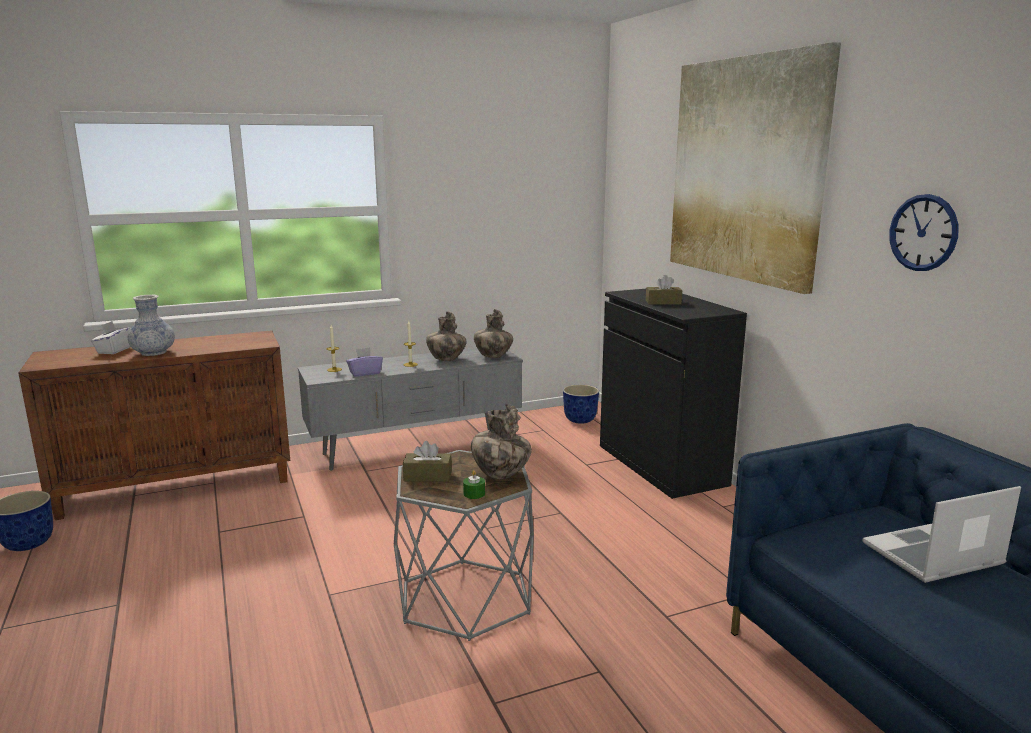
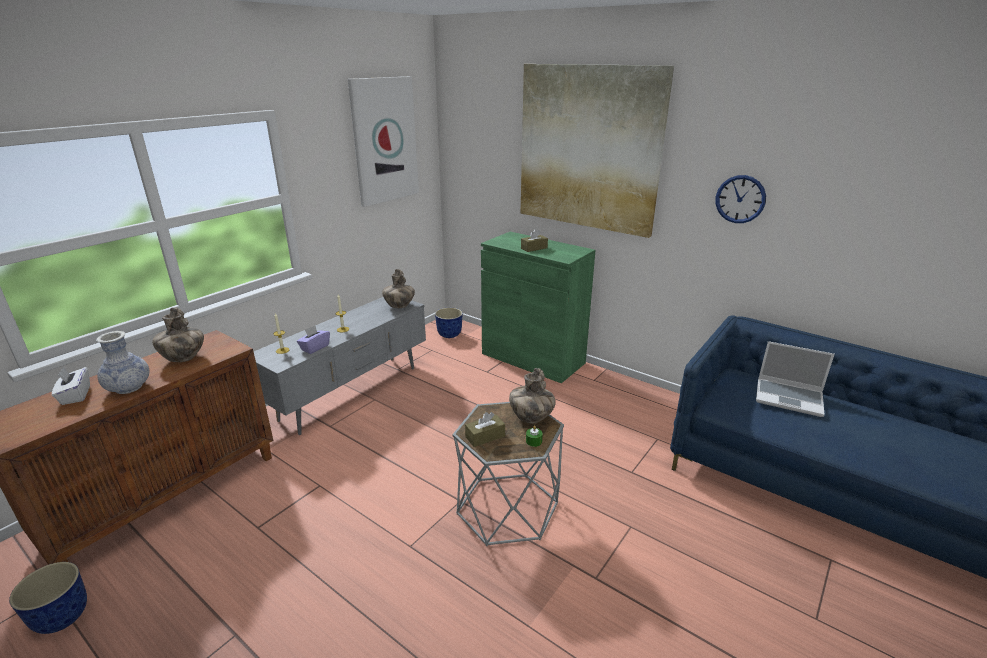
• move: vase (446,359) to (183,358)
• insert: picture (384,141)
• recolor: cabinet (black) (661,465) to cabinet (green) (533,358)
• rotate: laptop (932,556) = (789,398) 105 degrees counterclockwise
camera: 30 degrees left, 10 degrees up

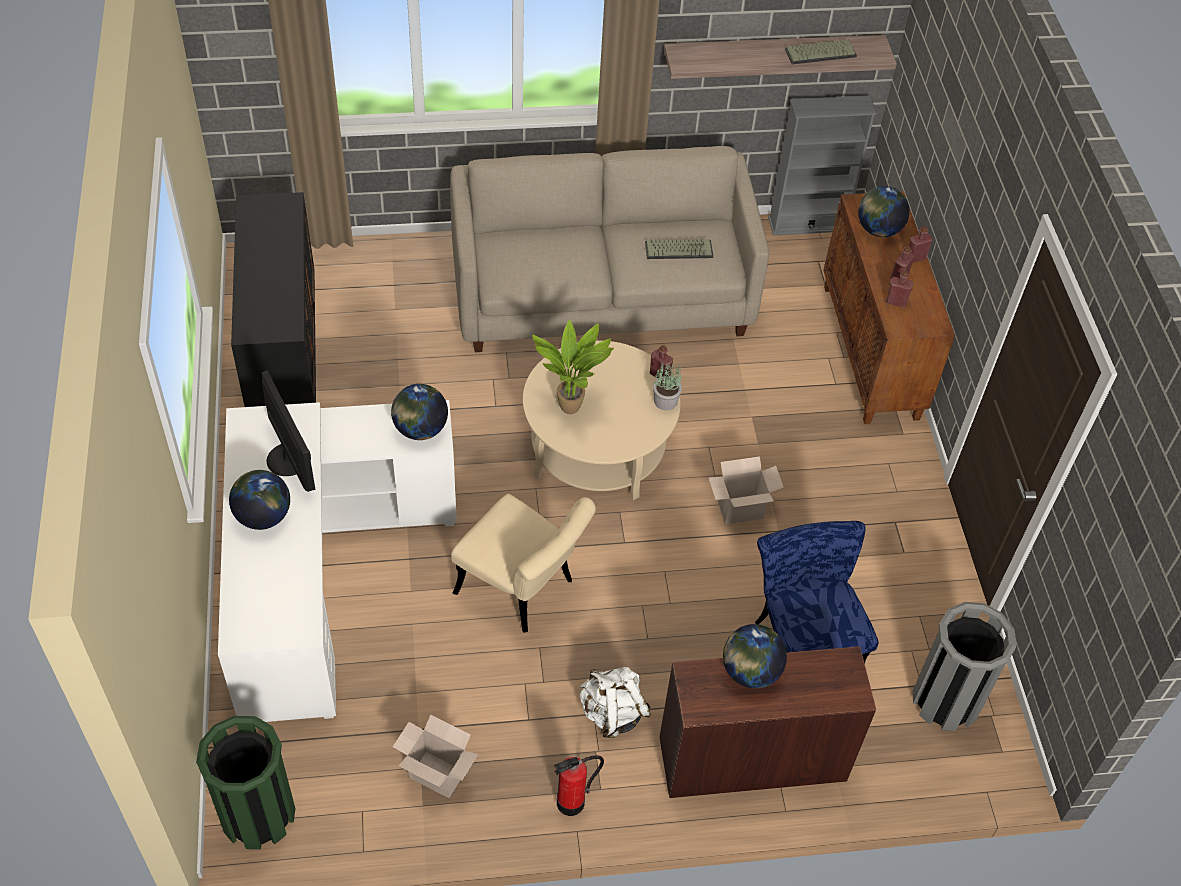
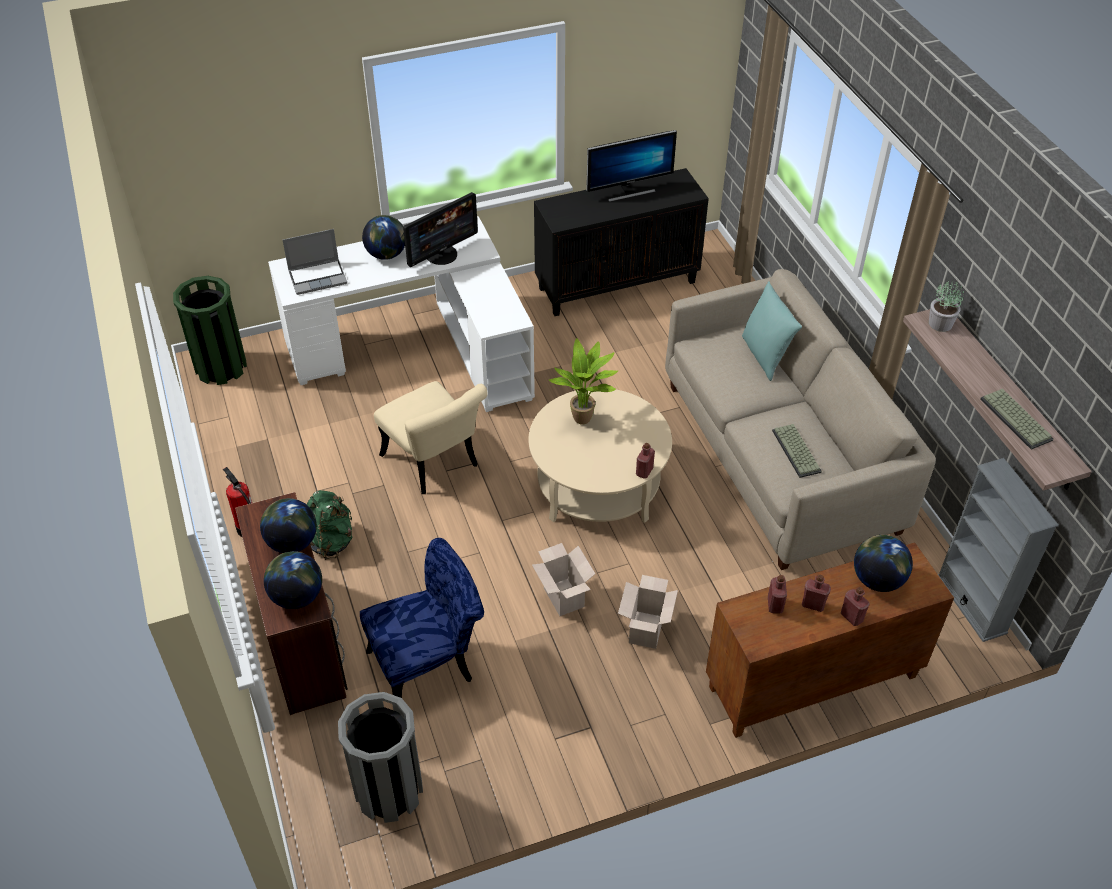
• move: globe (420,429) to (297,596)
• insert: laptop (318,277)
• recolor: backpack (white) (612,713) to backpack (green) (331,541)
• rotate: chair (beige) (523,590) = (435,465) 60 degrees counterclockwise
• insert: monitor (628,191)
• move: cardboard box (435,775) to (645,628)
• insert: pillow (turquoise) (765,356)
• move: potted plant (666,400) to (941,324)
camera: 80 degrees right, 5 degrees down

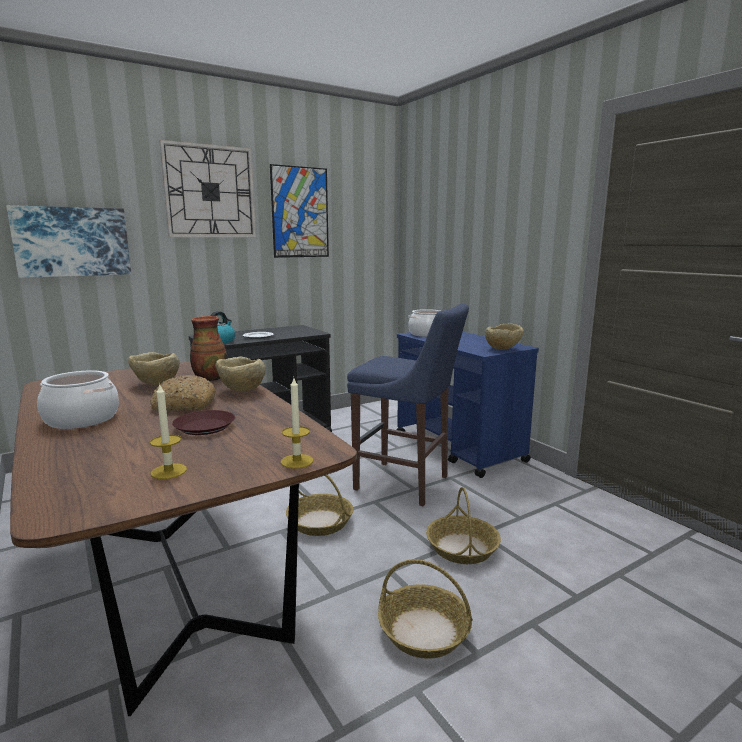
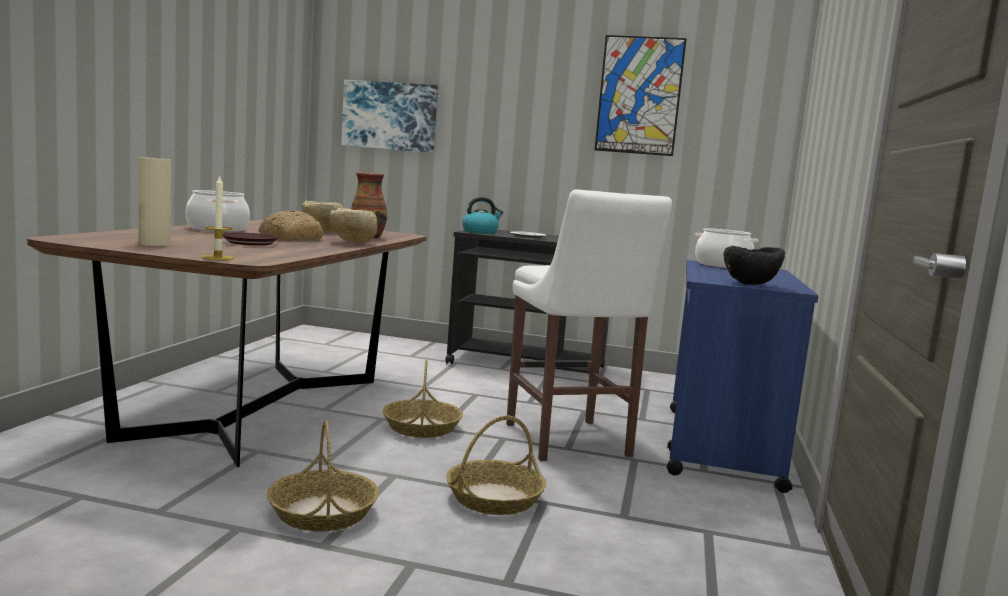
• replace: candle (169,471) to vase (beige) (154,244)
• recolor: stool (blue) (406,484) to stool (white) (569,442)
• recolor: bowl (beige) (503,349) to bowl (black) (750,285)
• delete: wall clock (210,192)
camera: 45 degrees right, 5 degrees down

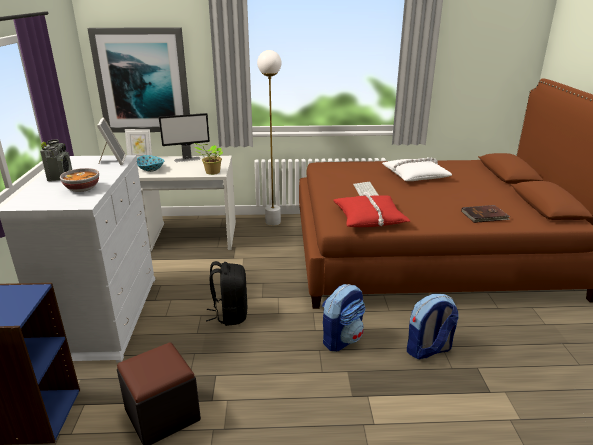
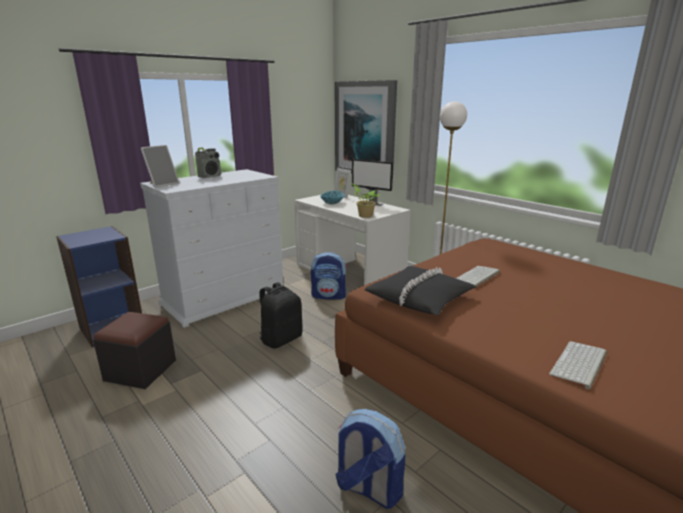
• move: picture frame (113,161) to (162,184)
• move: backpack (342,339) to (329,296)
• recolor: pillow (red) (369,218) to pillow (black) (420,298)
• replace: book (brown) (485,216) to keyboard (580,364)
• delete: bowl (82,189)
• delete: pillow (white) (414,175)
camera: 50 degrees right, 5 degrees down

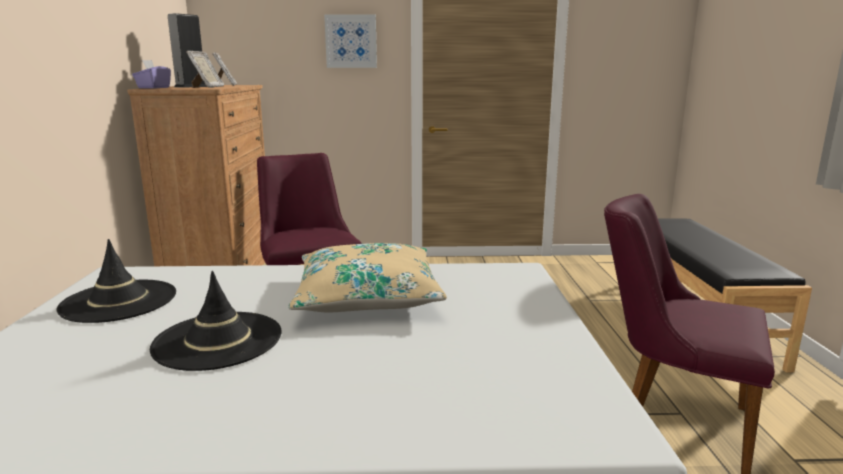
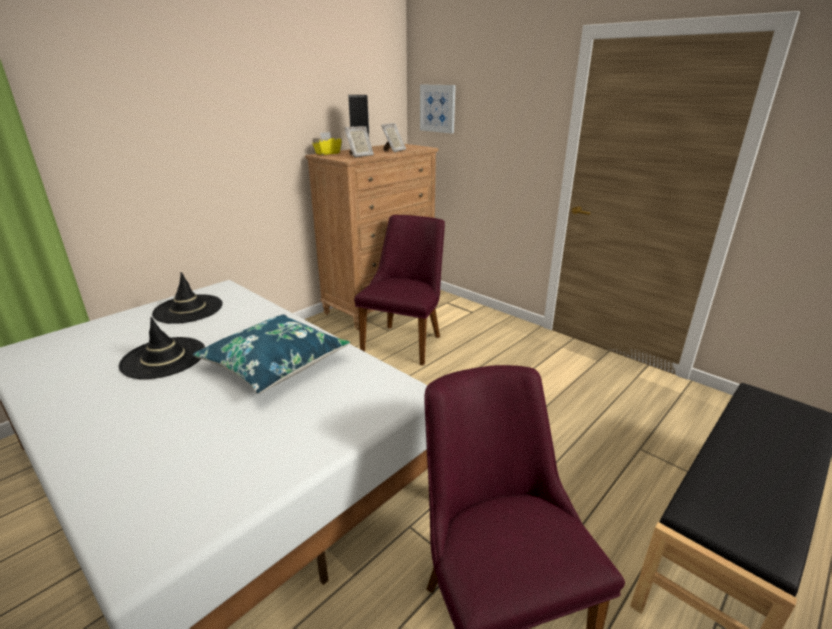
• recolor: pillow (beige) (367,296) to pillow (blue) (275,363)
• recolor: tissue box (purple) (153,88) to tissue box (yellow) (327,153)
• move: picture (351,41) to (438,108)
camera: 45 degrees right, 10 degrees up

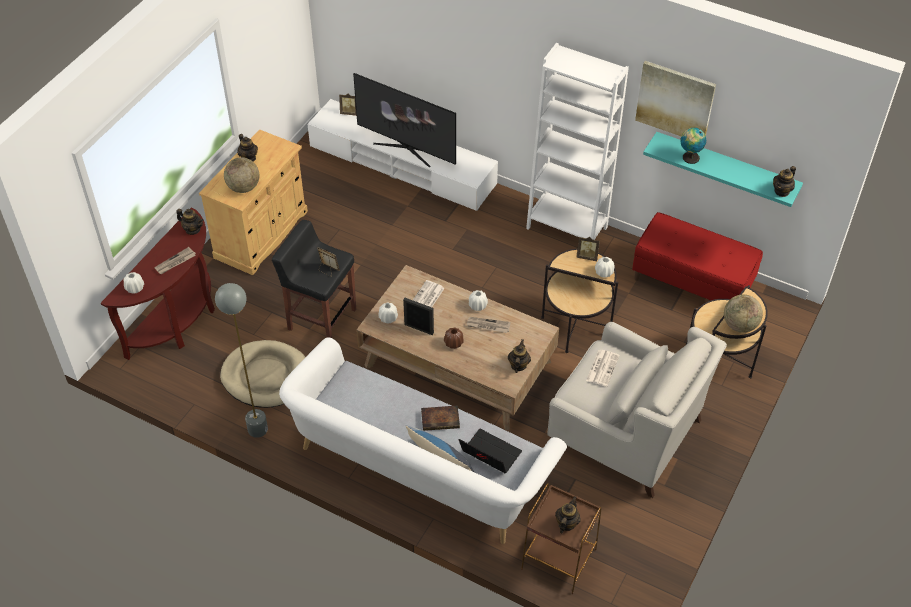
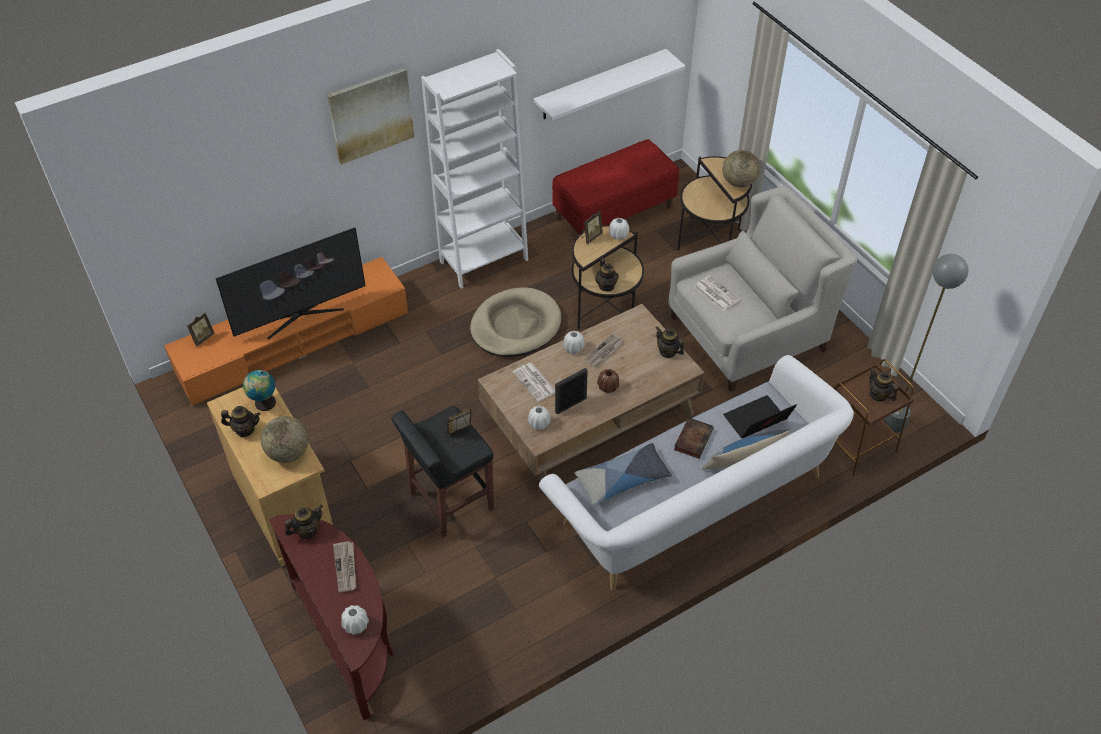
• recolor: tv stand (white) (402,166) to tv stand (orange) (294,342)
• move: globe (689,157) to (264,403)
• move: picture (675,101) to (371,115)
• move: dog bed (beige) (266,376) to (515,326)
• recolor: shelf (turquoise) (726,167) to shelf (white) (600,84)
• insert: pillow (623,480)
• move: teapot (782,191) to (606,286)
• move: floor lamp (grey) (257,429) to (894,424)
camera: 60 degrees left, 0 degrees up

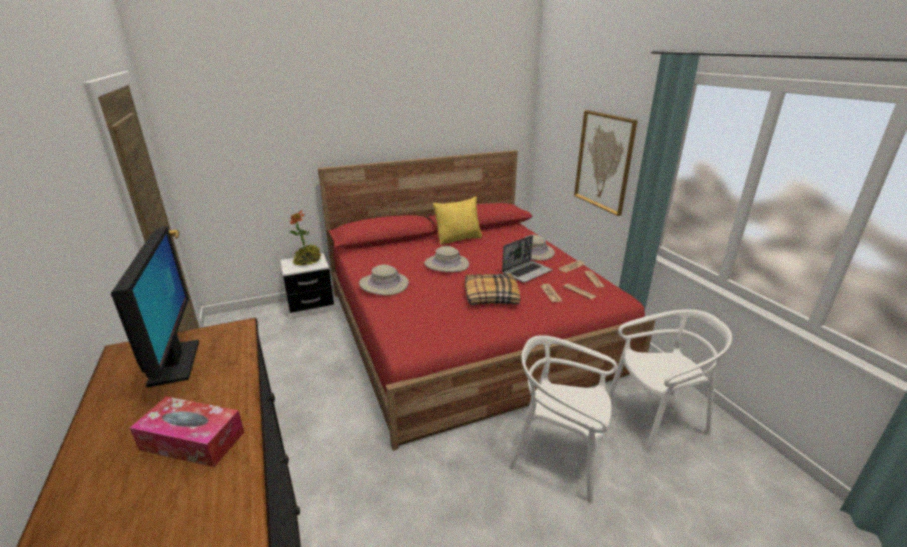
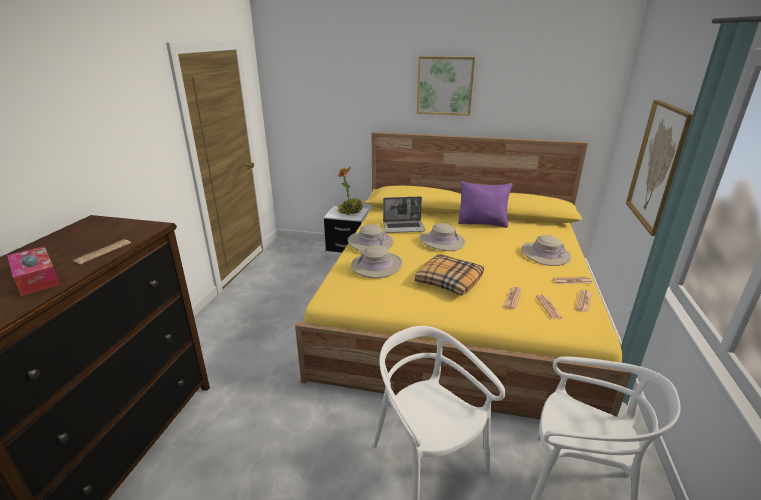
• insert: newspaper (103,252)
• recolor: bed (red) (468,328) to bed (yellow) (457,312)
• insert: hat (beige) (376,266)
• move: laptop (527,272) to (404,227)
• insert: picture (445,86)
• recolor: pillow (yellow) (458,239) to pillow (purple) (482,223)
• delete: monitor (174,363)
camera: 35 degrees right, 0 degrees up

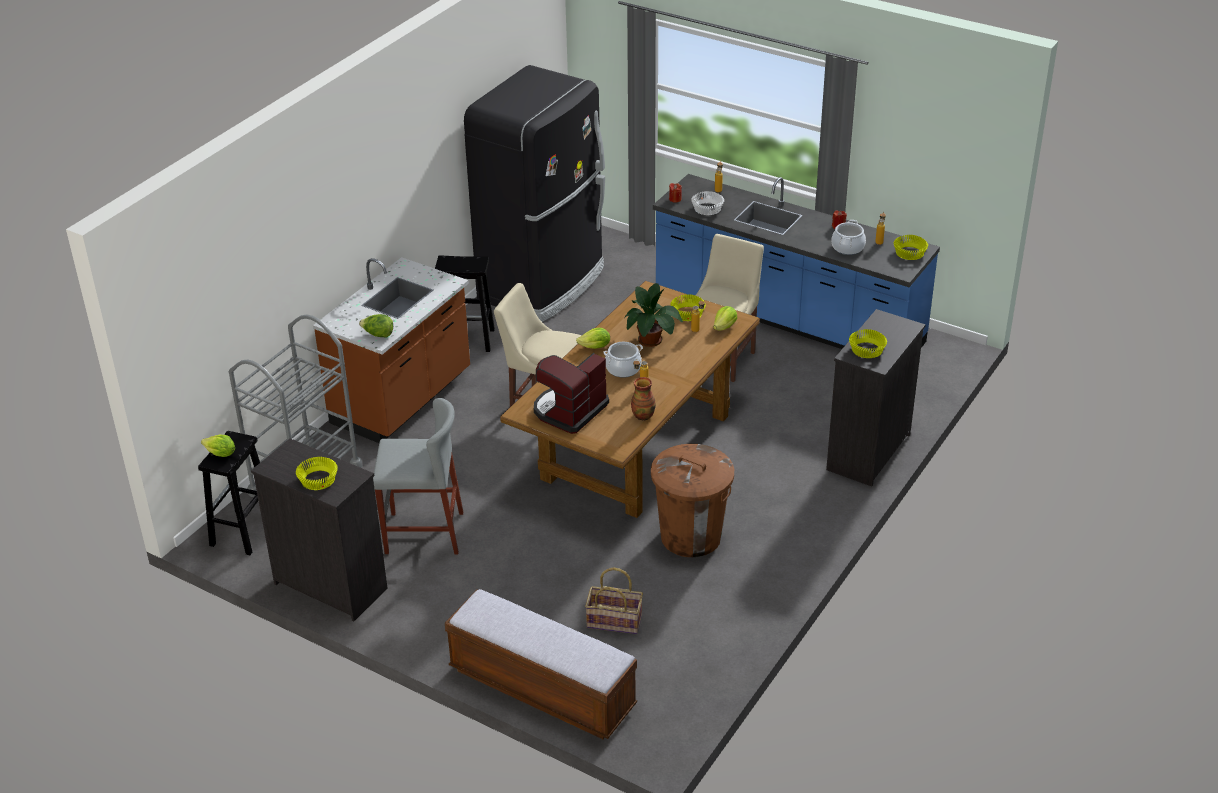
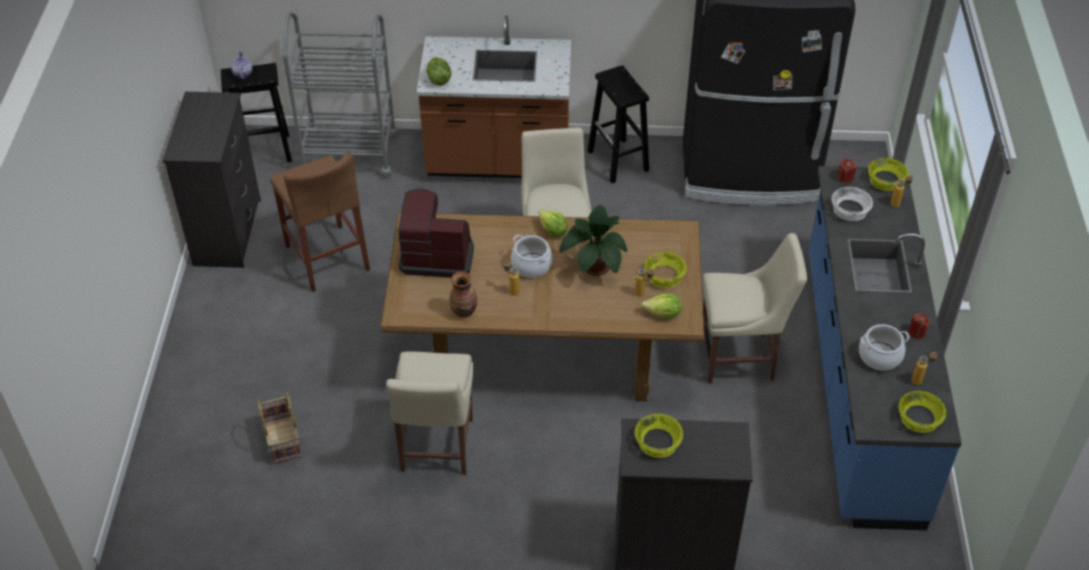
• replace: lettuce (221,454) to teapot (242,74)
• recolor: stool (grey) (424,533) to stool (brown) (327,257)
• replace: trash can (brown) (691,537) to chair (beige) (435,448)
• move: bowl (yellow) (318,480) to (885,181)
• delete: bench (542,688)
camera: 60 degrees right, 10 degrees up

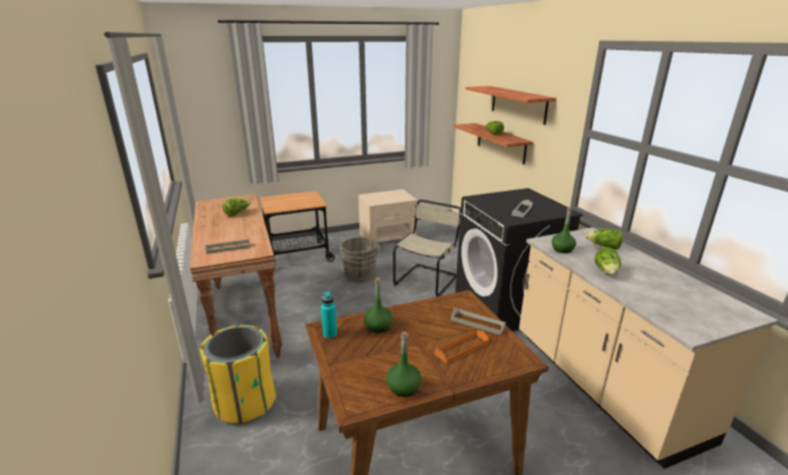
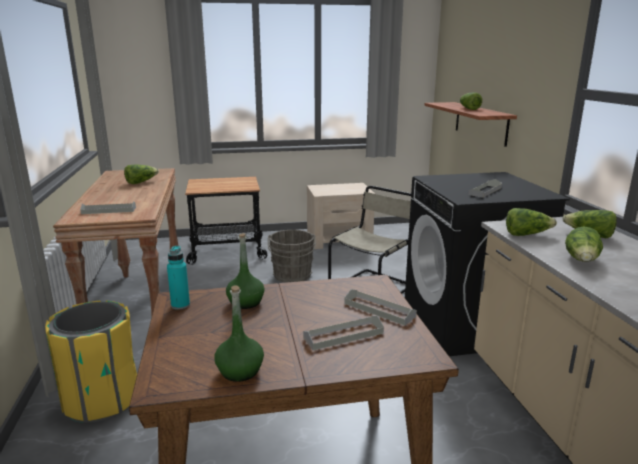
• recolor: tray (orange) (462,348) to tray (grey) (343,335)
• replace: bottle (green) (562,249) to lettuce (526,234)
• delete: shelf (518,104)
camera: 10 degrees right, 5 degrees down

